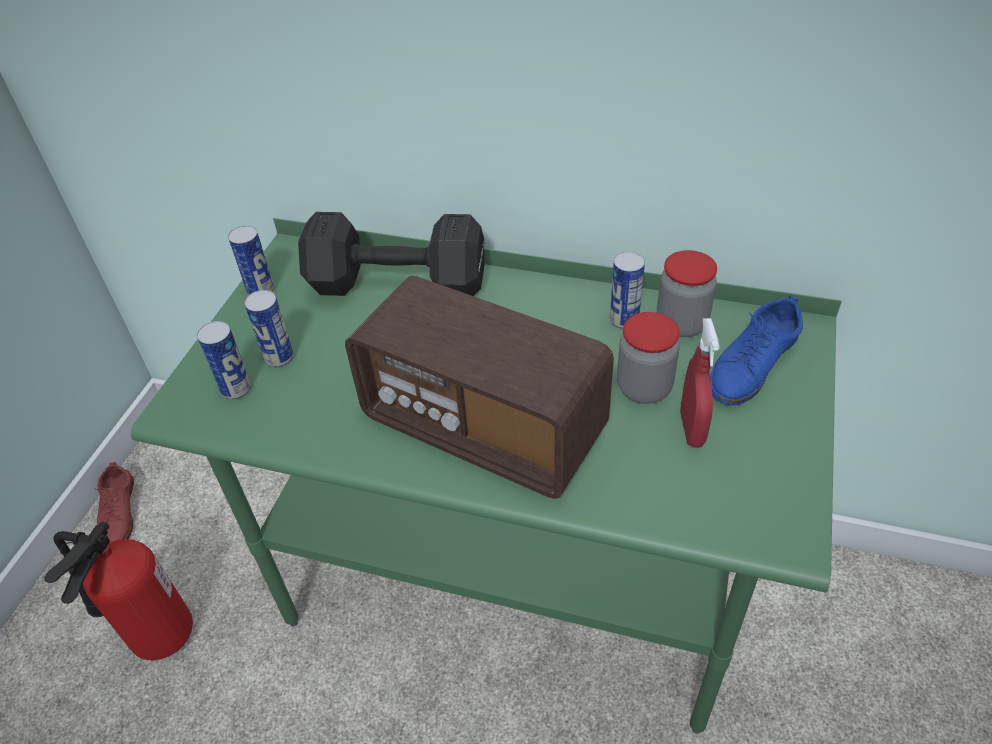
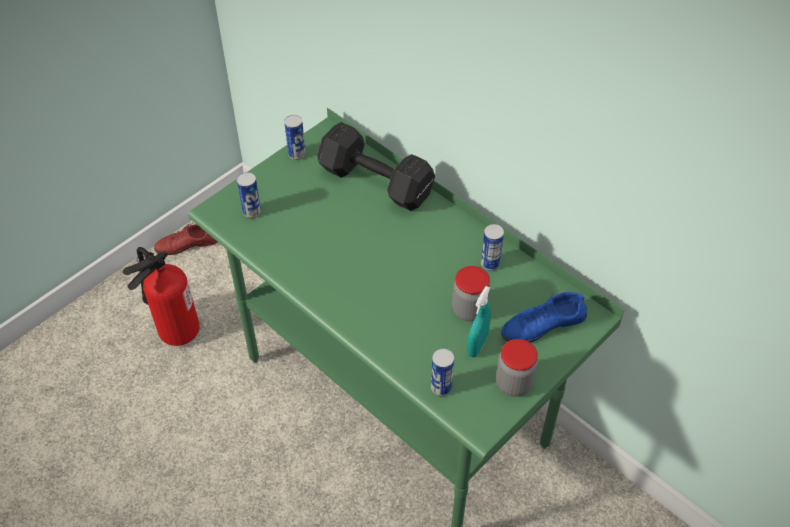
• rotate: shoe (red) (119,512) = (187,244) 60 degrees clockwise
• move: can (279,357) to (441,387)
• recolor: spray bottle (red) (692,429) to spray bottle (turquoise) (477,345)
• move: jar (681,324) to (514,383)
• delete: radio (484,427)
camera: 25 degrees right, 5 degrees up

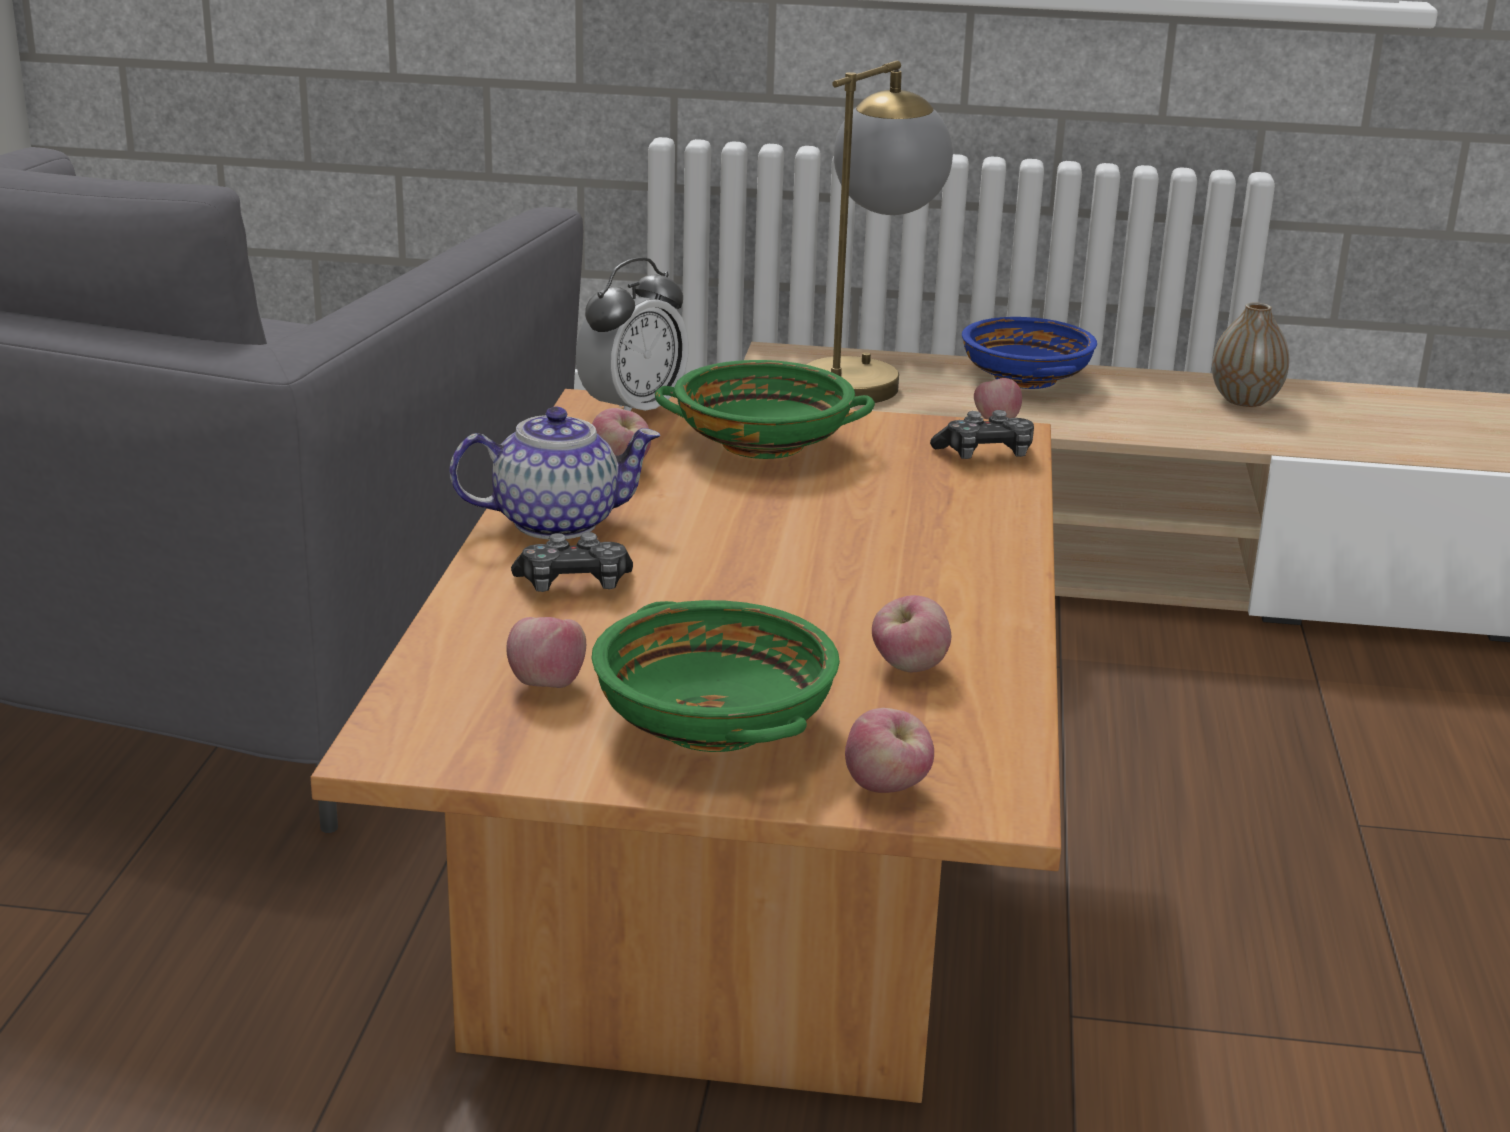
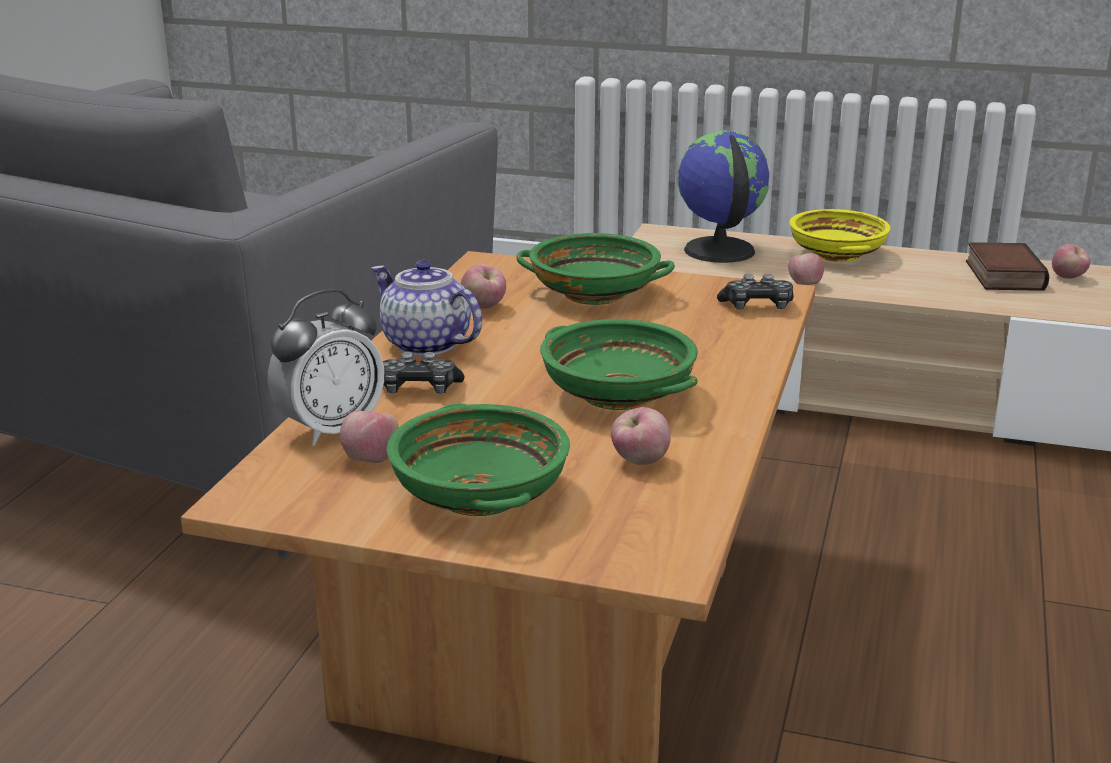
• move: alarm clock (632,410) to (330,430)
• rotate: teapot (557,522) = (425,344) 135 degrees counterclockwise
• insert: bowl (green) (616,394)
• replace: table lamp (866,377) to globe (718,251)
• recolor: bowl (blue) (1026,379) to bowl (yellow) (837,254)
• replace: vase (1245,400) to book (1001,275)
• move: apple (887,788) to (1068,278)
camera: 10 degrees right, 0 degrees up

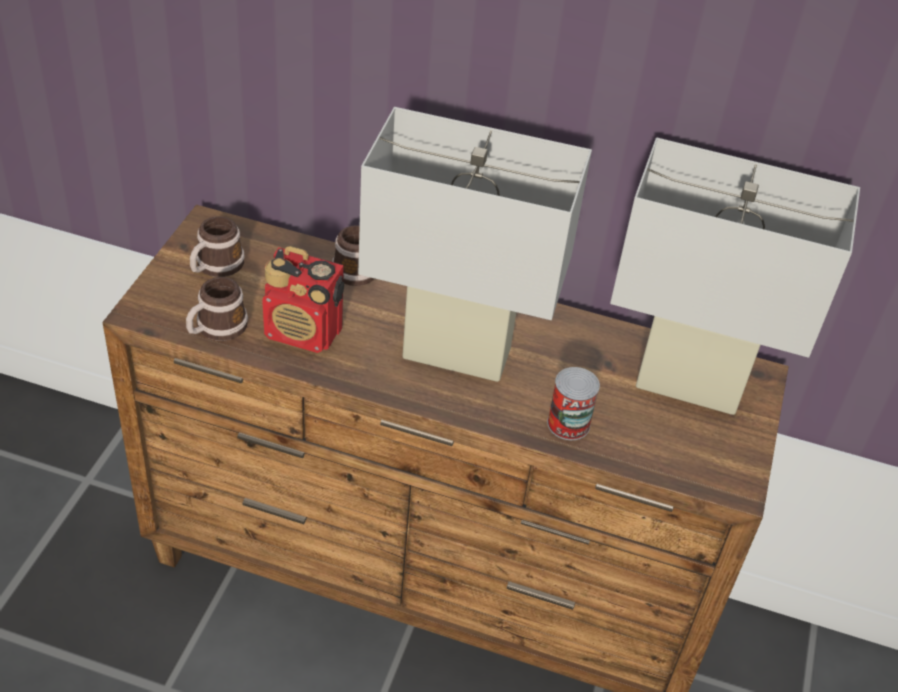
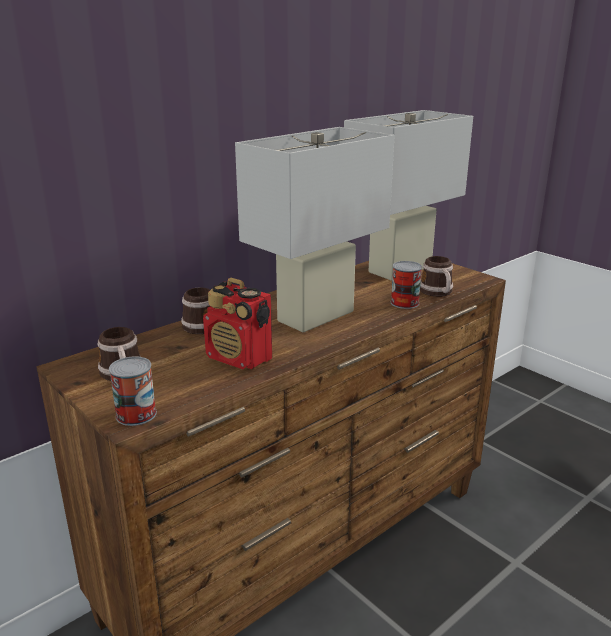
• insert: can (136,414)
• rotate: radio (304,333) = (240,358) 75 degrees clockwise
• move: mug (216,329) to (438,293)
camera: 55 degrees left, 20 degrees down

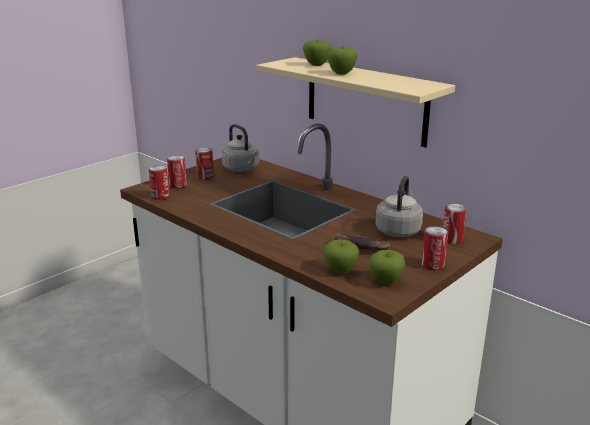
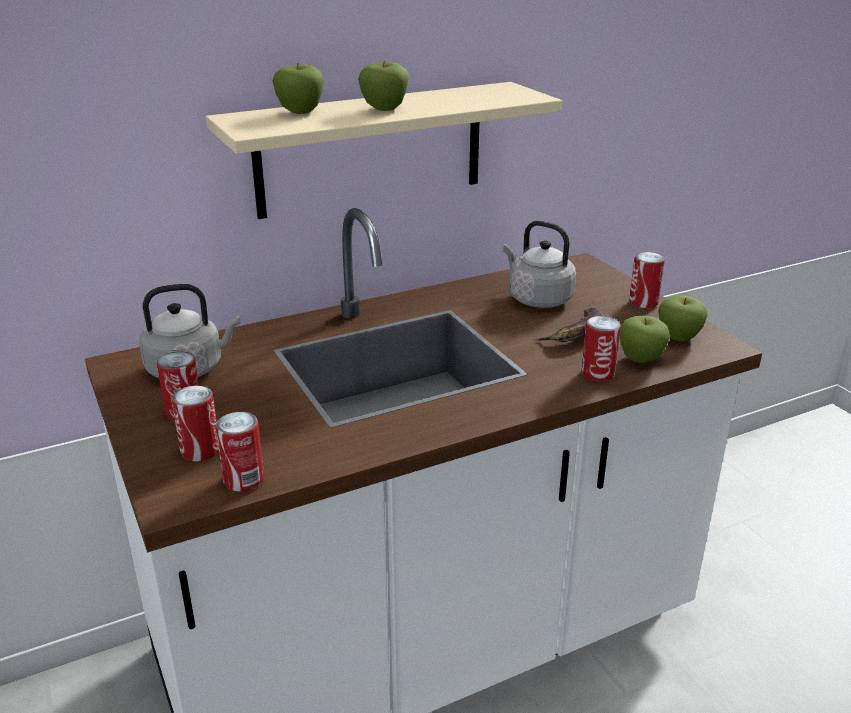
• move: can (452,239) to (597,373)
camera: 70 degrees left, 5 degrees up

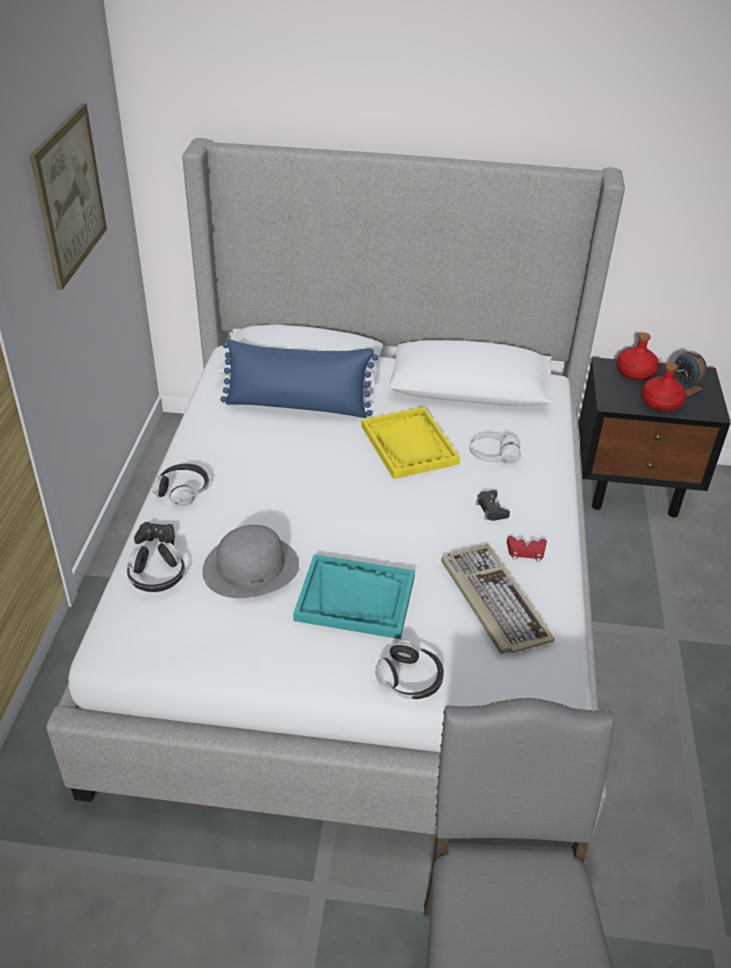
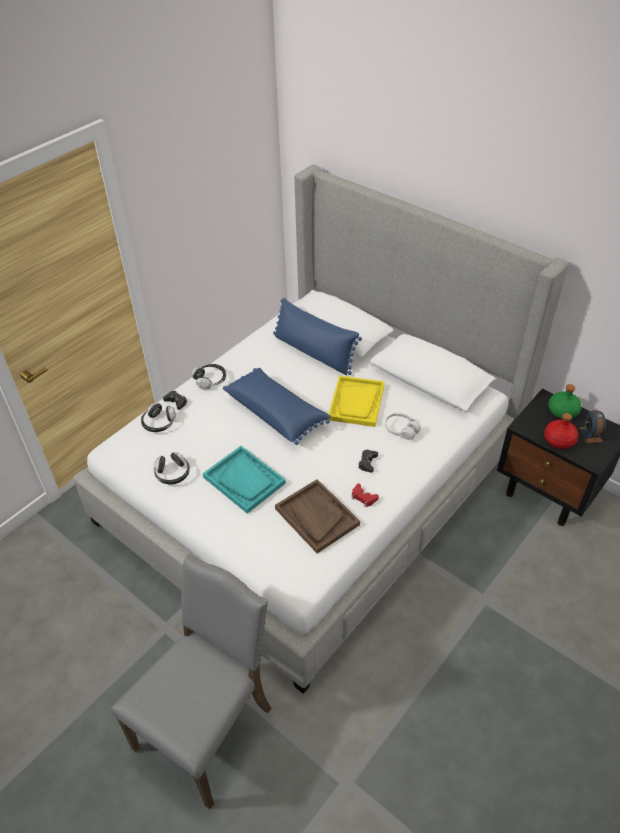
• move: headphones (410,680) to (172,474)
• insert: pillow (blue) (276,413)
• replace: keyboard (492,601) to tray (brown) (316,517)
• recolor: bottle (red) (634,372) to bottle (green) (562,411)
• delete: picture (69,195)
• delete: hat (grey) (251,567)
camera: 35 degrees right, 5 degrees up

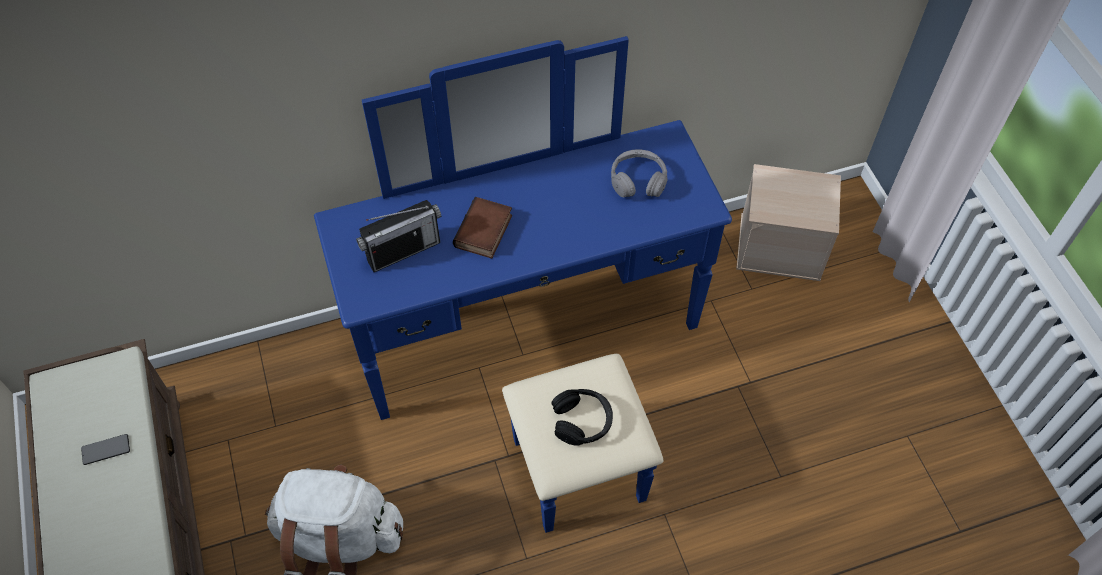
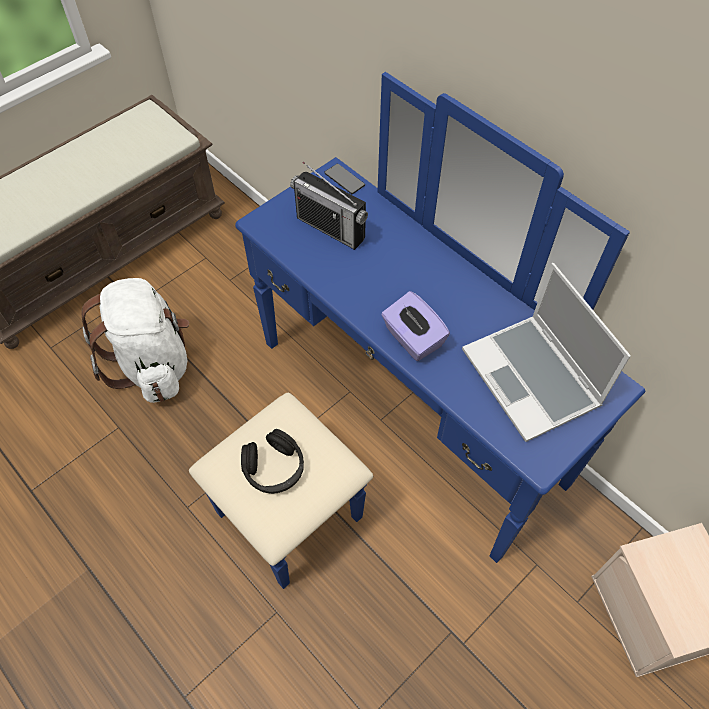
• move: phone (106,450) to (344,179)
• insert: tissue box (purple) (412,339)
• replace: headphones (grey) (638,180) to laptop (532,379)
• delete: book (484,232)
camera: 65 degrees right, 0 degrees up

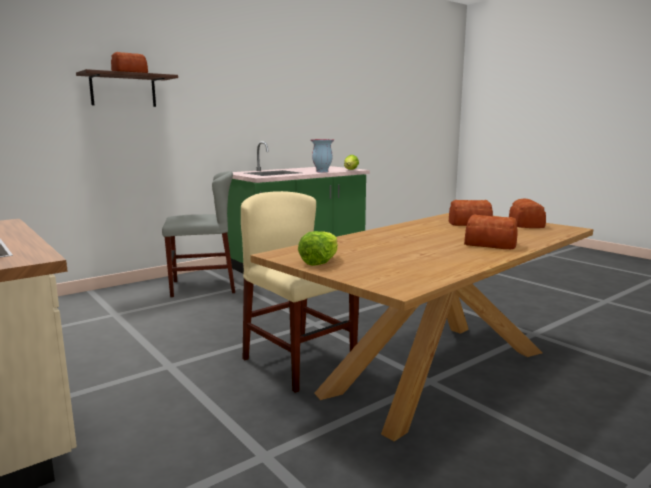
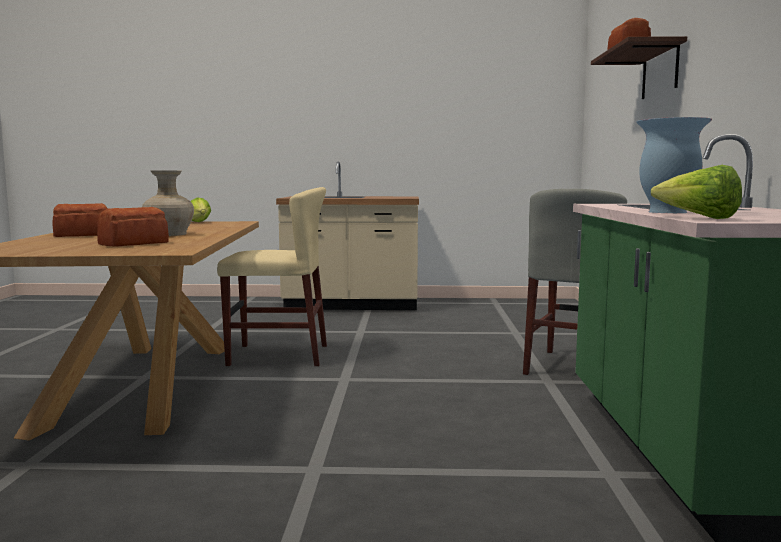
• insert: vase (beige) (170,234)
• delete: bread (526,224)
camera: 130 degrees right, 5 degrees down

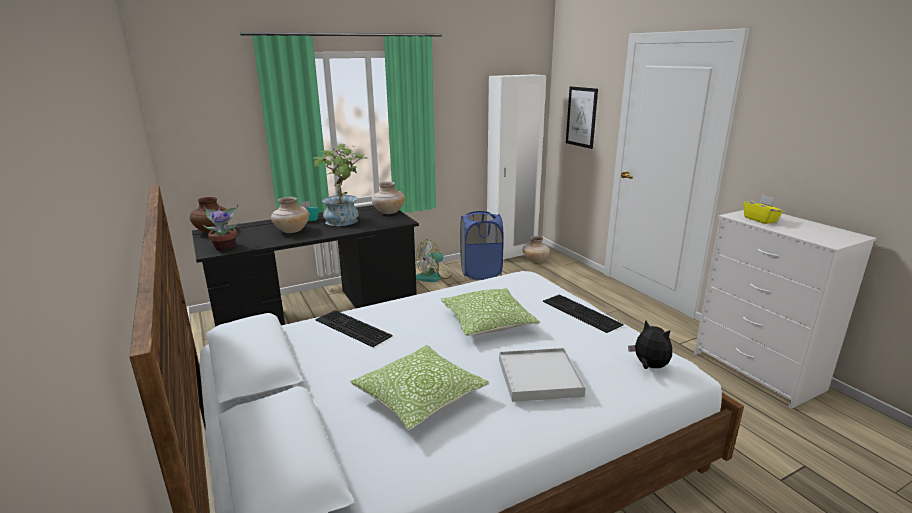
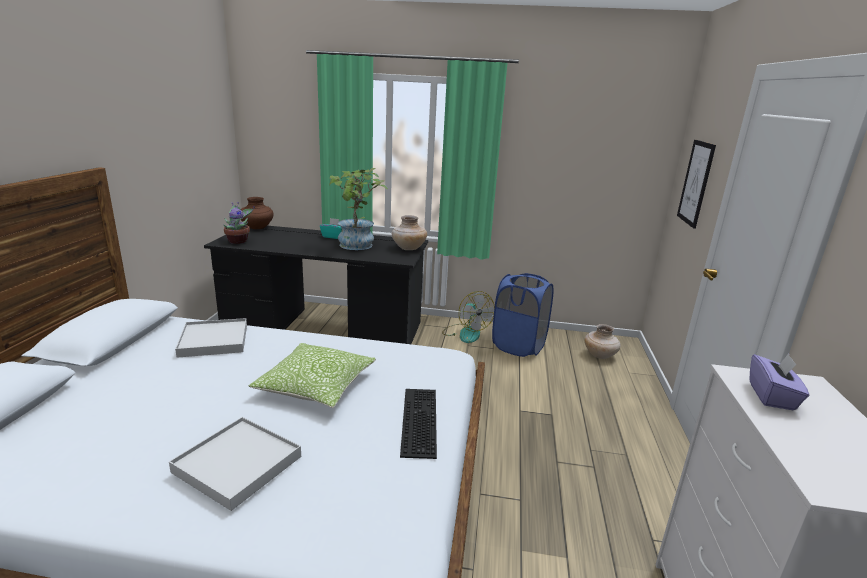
• replace: keyboard (350,328) to tray (white) (213,340)
• rotate: fan (433,277) = (466,333) 120 degrees counterclockwise
• recolor: tissue box (yellow) (760,220) to tissue box (purple) (772,396)
• delete: vase (beige) (292,231)
• delete: pillow (420,397)
• delete: wardrobe (white) (511,253)
• delete: plush toy (649,366)
camera: 35 degrees right, 0 degrees up

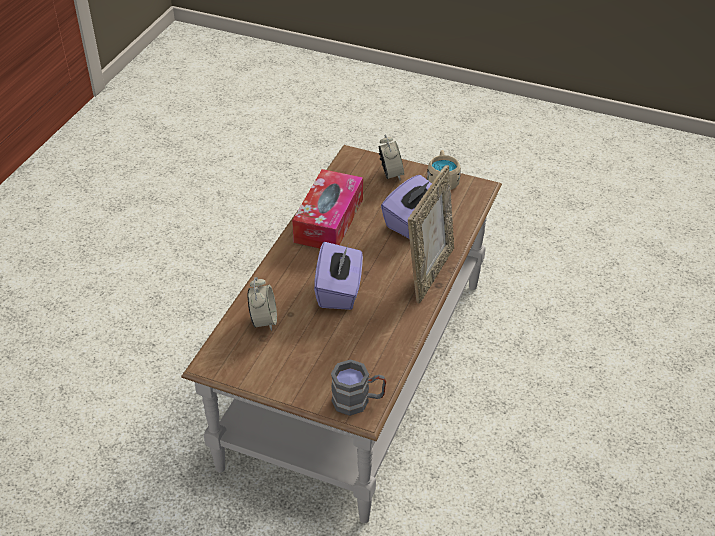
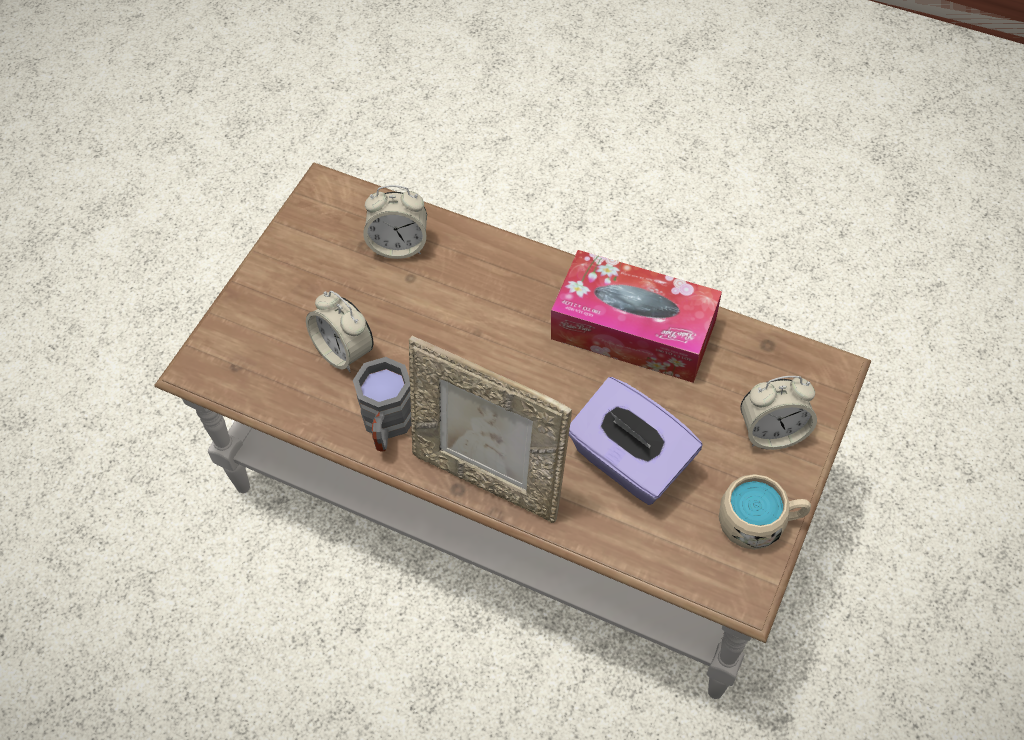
• insert: alarm clock (344,351)
• move: mug (grey) (358,401) to (387,425)
• delete: tissue box (purple) (339,291)
camera: 95 degrees right, 15 degrees up

